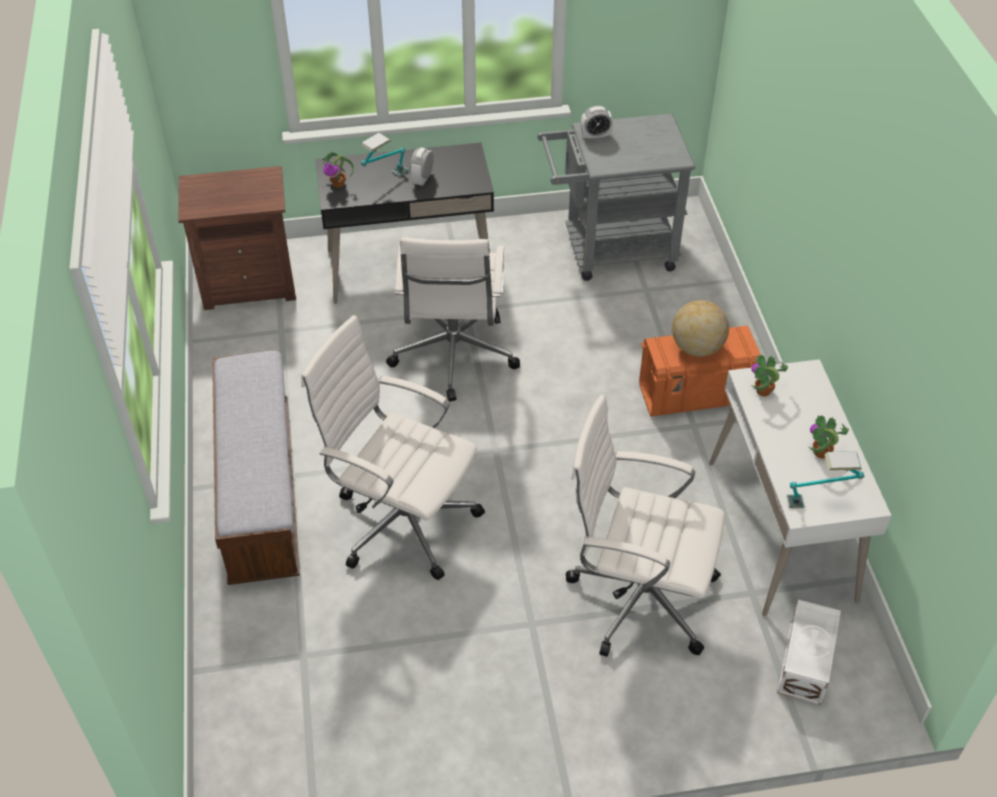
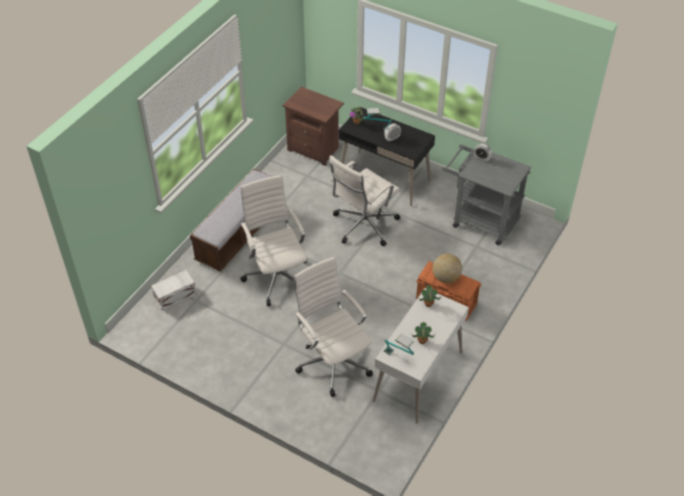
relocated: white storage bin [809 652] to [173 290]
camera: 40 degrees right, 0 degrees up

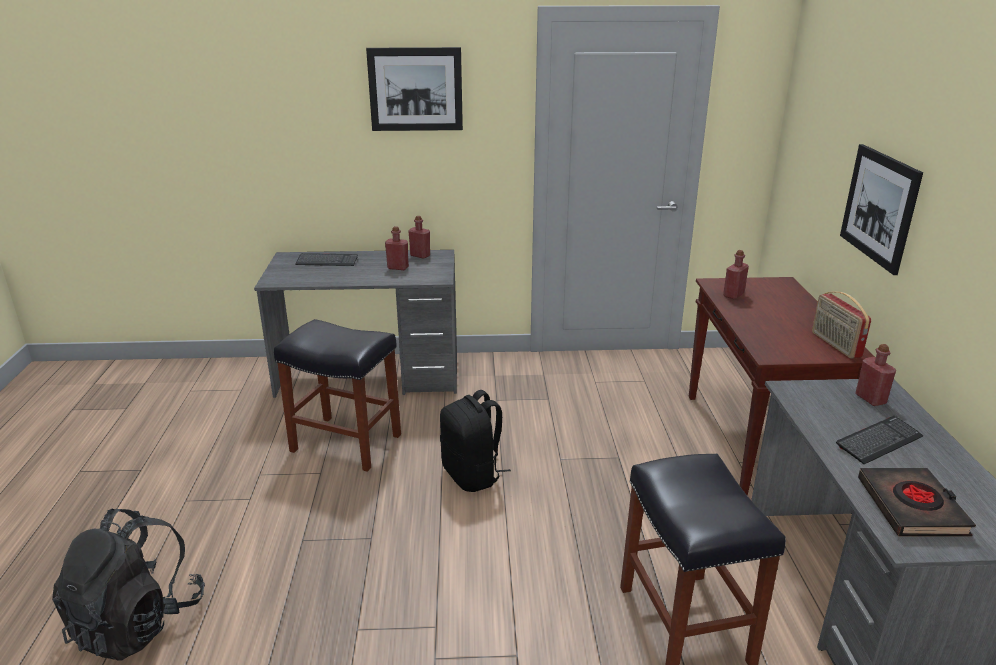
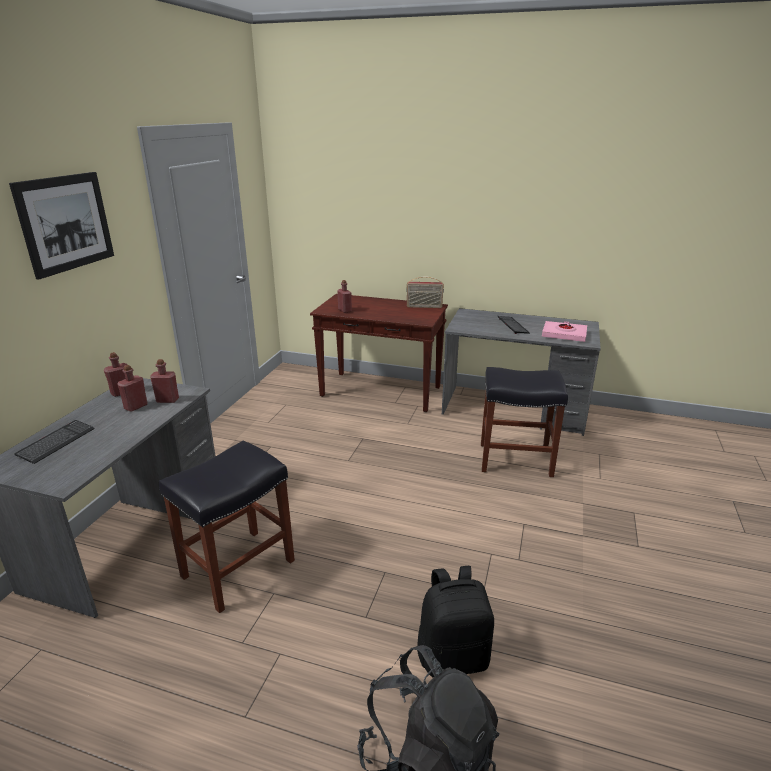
missing: picture [881 209]
relocated: reddish bottle [875 375] to [164 381]; black rucksack [475 441] to [455 622]
colour: black volume [917 502] to pinkish volume [564 331]
camera: 70 degrees left, 0 degrees up

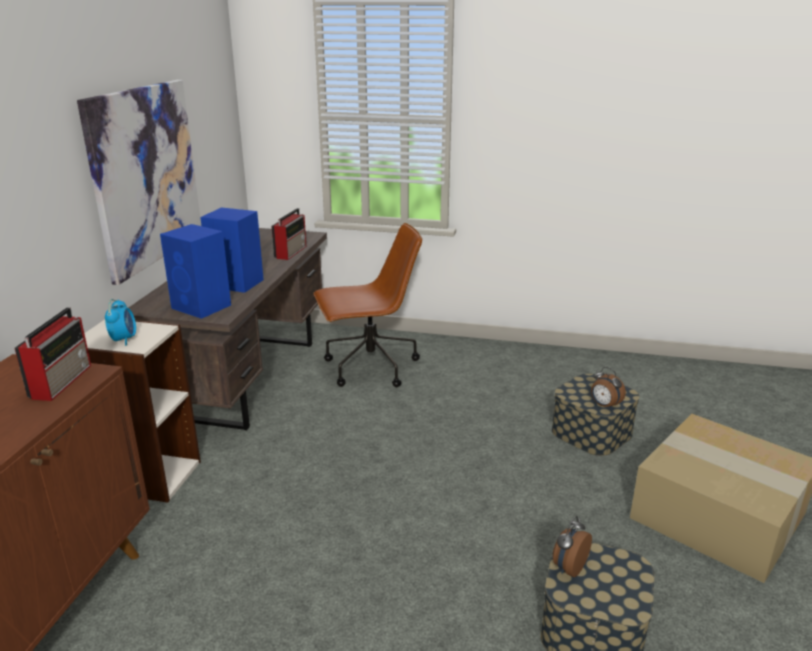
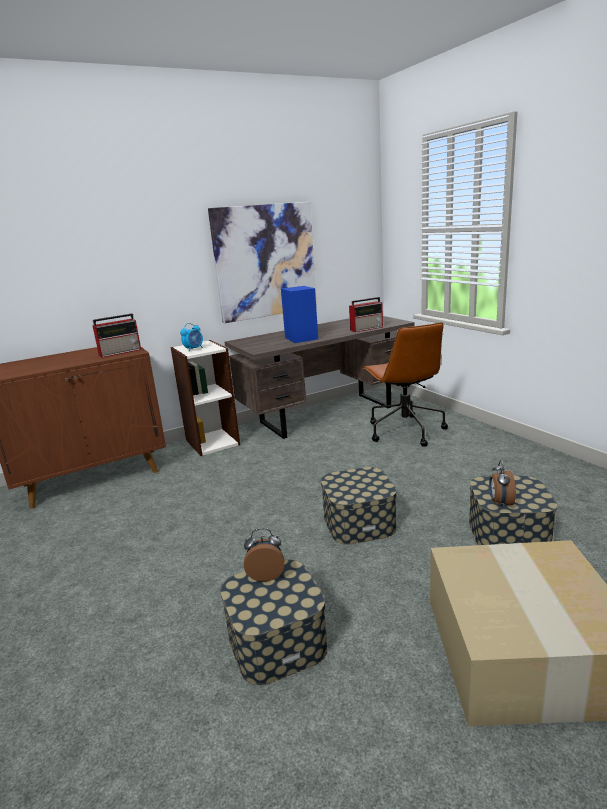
missing: bluish audio speaker [195 271]
appeared: storage bin [359 505]
spun: brown-coloured office chair [367 305] = [405 384] 45 degrees clockwise
camera: 50 degrees right, 5 degrees down

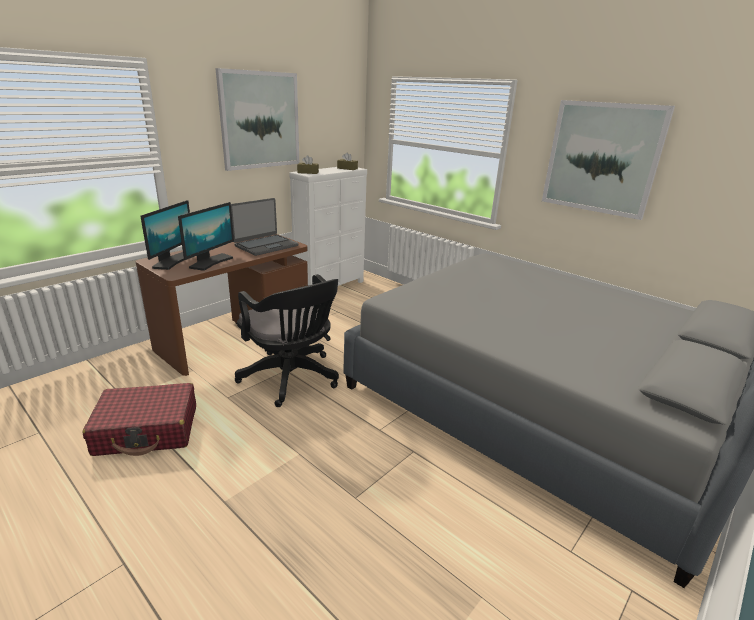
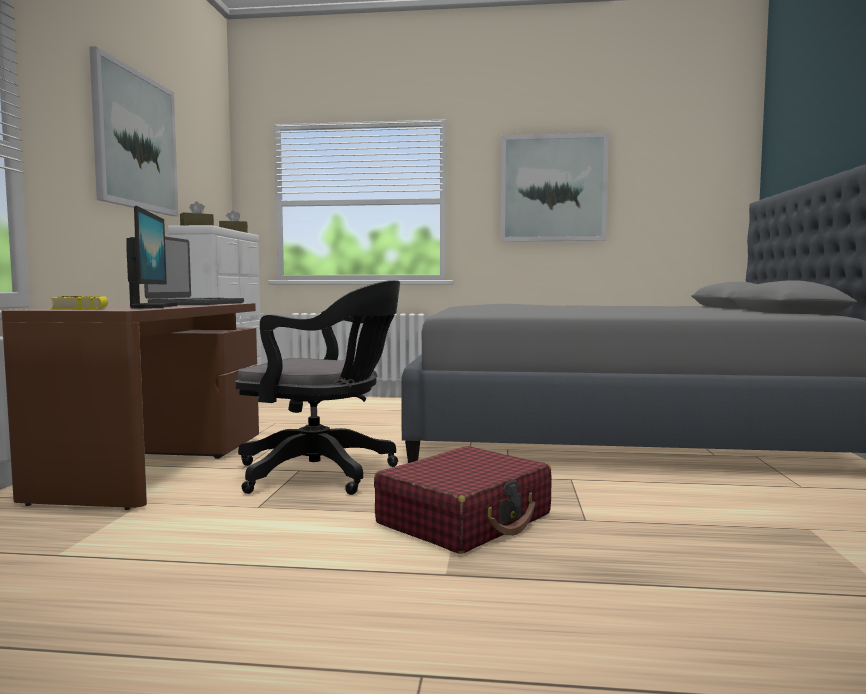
relocated: reddish suitcase [139 419] to [463 500]
exchanged: computer display [167 235] to yellow-coloured volume [79 302]
camera: 35 degrees left, 20 degrees down

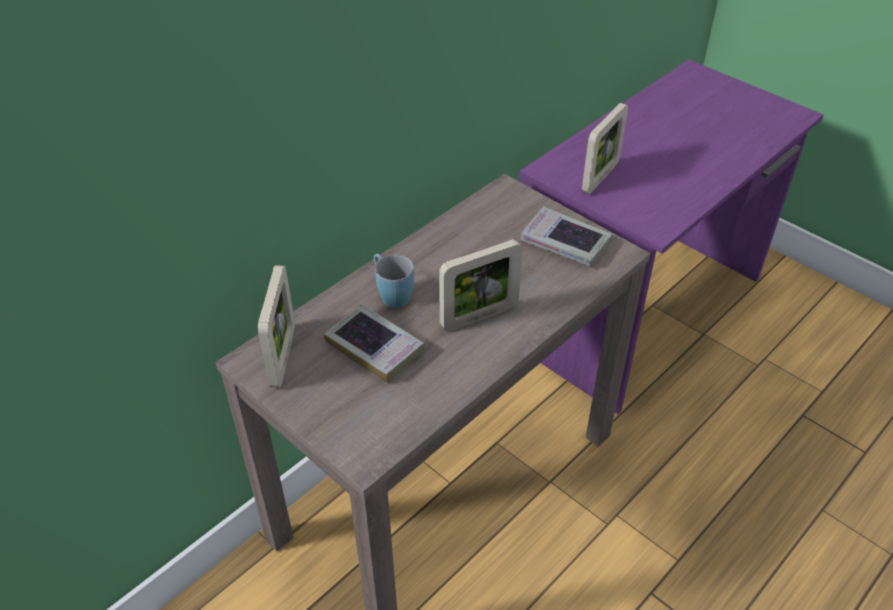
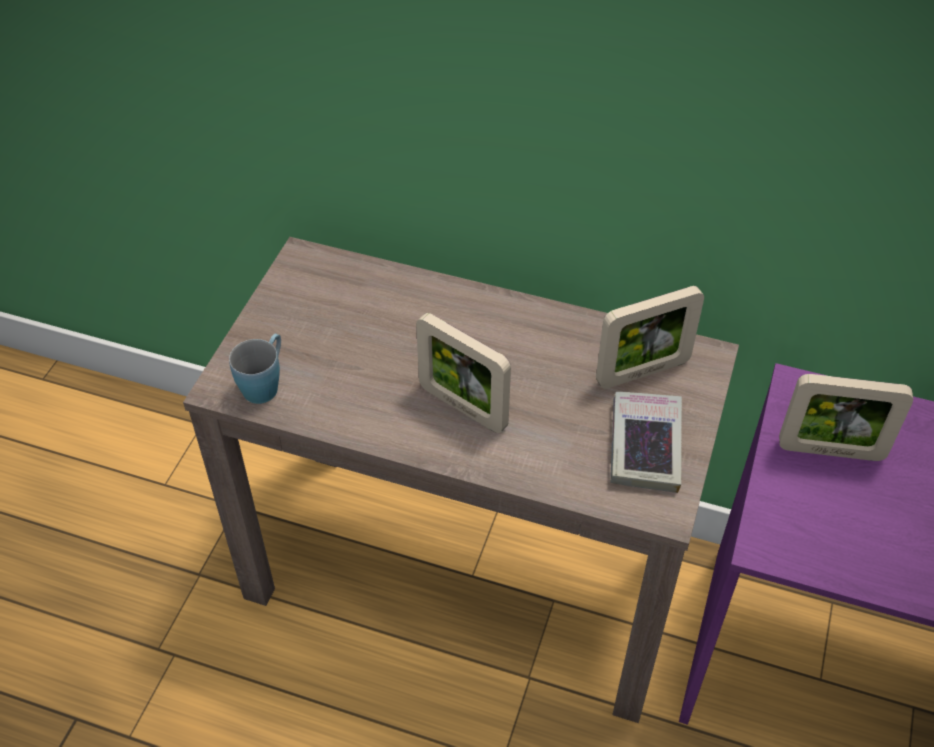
missing: volume [374 344]
relocated: bluish coffee mug [394 281] to [255 369]; picture frame [276 326] to [650 337]
camera: 65 degrees right, 5 degrees up

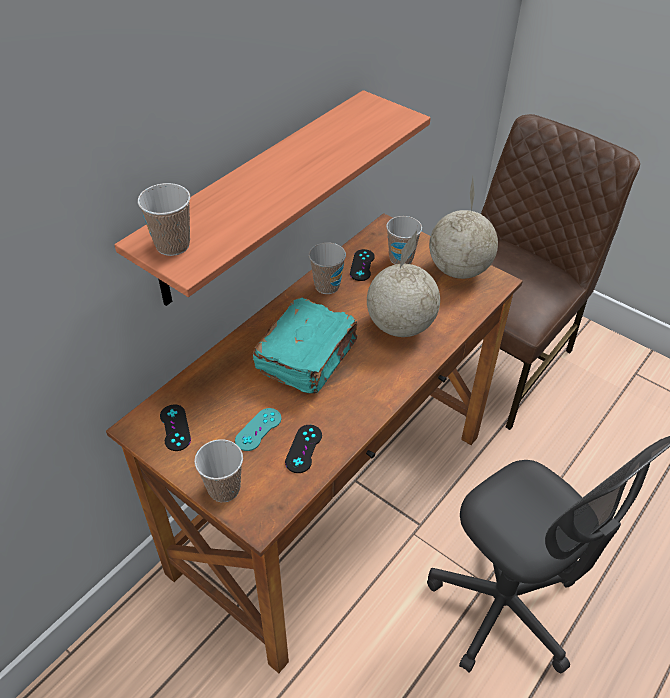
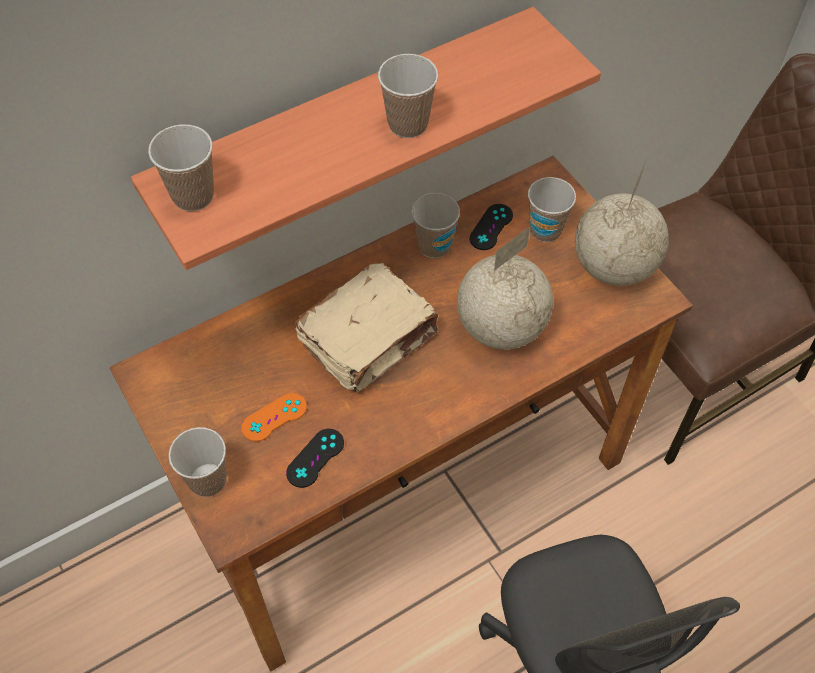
missing: black game controller [175 427]
appeared: drinking cup [408 96]
colour: turquoise-coloured volume [305 345] to beige volume [367 327]; turquoise-coloured game controller [258 429] to orange-coloured game controller [274 417]
camera: 20 degrees right, 10 degrees up

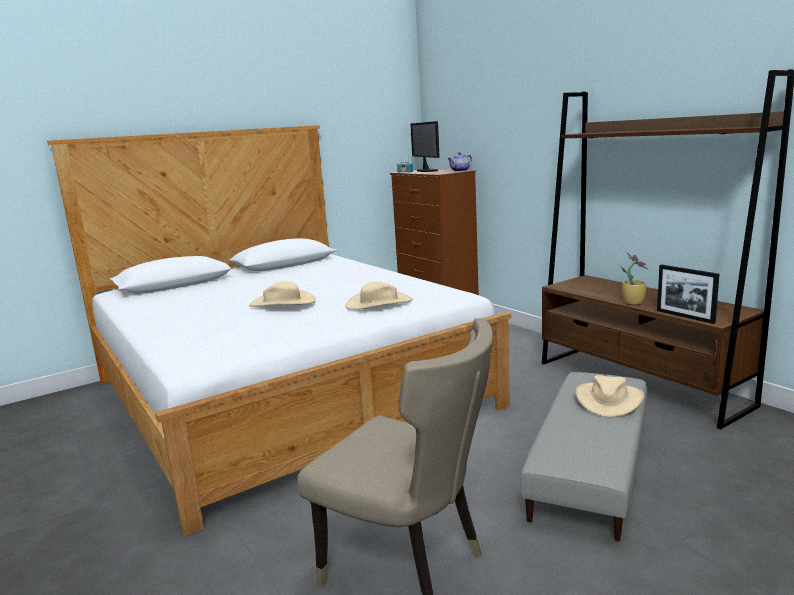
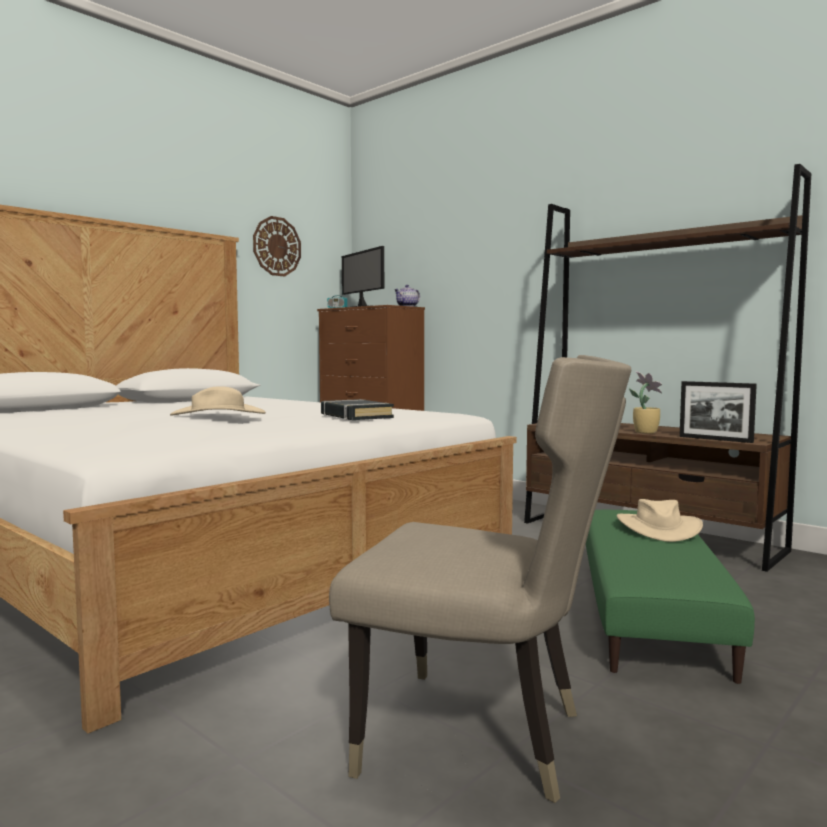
appeared: hanging clock [277 246]
exchanged: beige hat [379 296] to black volume [357 409]
colour: gray pouffe [583 456] to green-coloured pouffe [670 597]
camera: 15 degrees left, 10 degrees down

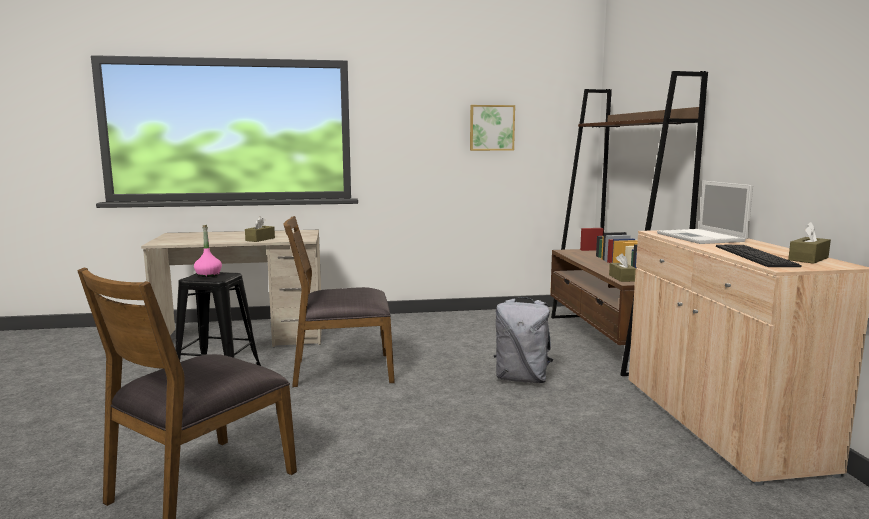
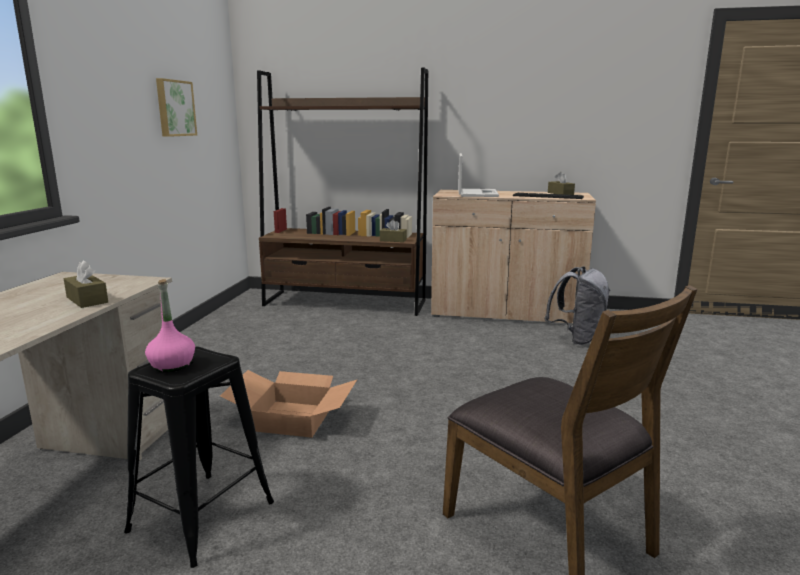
relocated: gray rucksack [523 340] to [577 305]
exchanged: brown-coloured chair [339 301] to carton [288 404]
spun: notebook computer [705 212] = [478 175] 90 degrees counterclockwise
camera: 70 degrees left, 5 degrees up

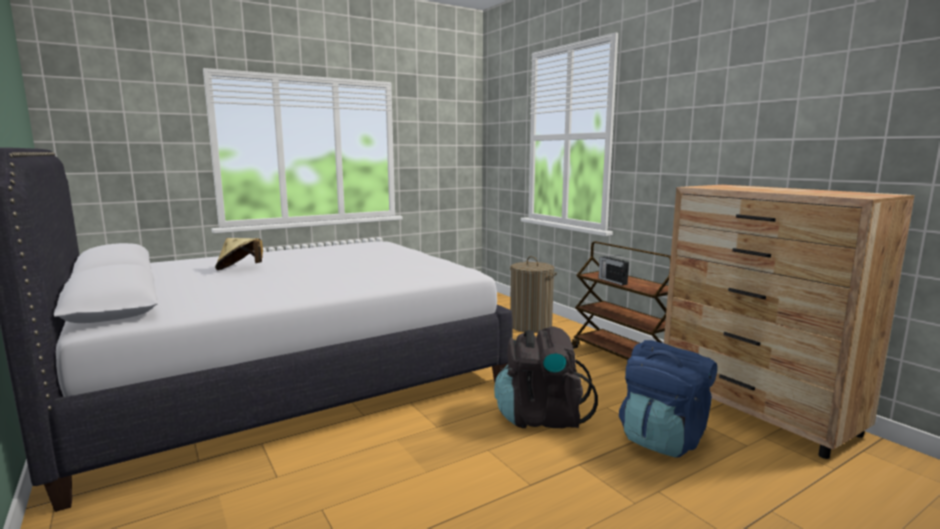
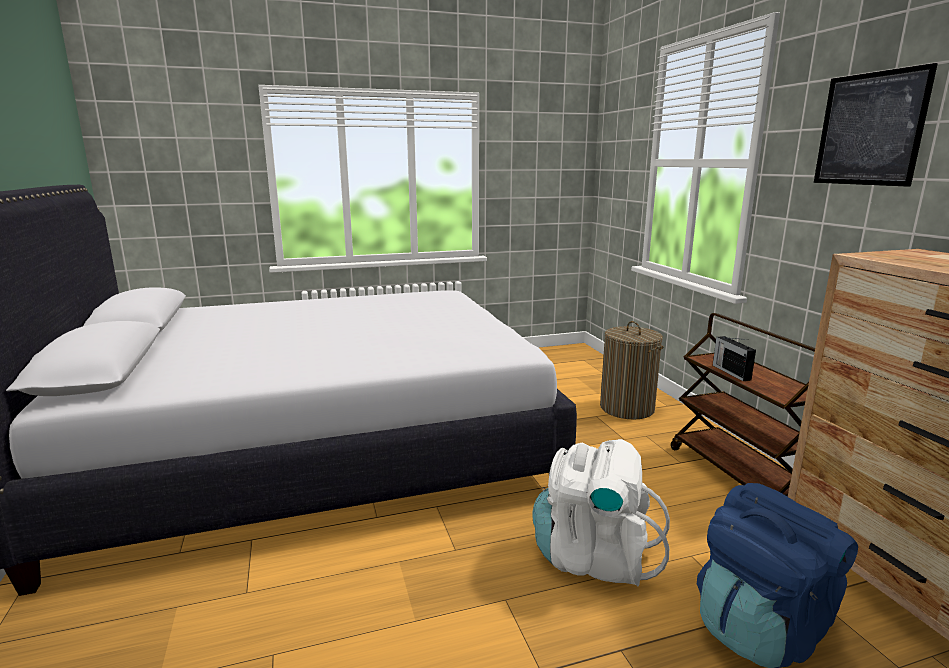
missing: beige hat [239 254]
appeared: picture [876 125]
colour: black rucksack [546 377] to white rucksack [601 512]
camera: 15 degrees right, 5 degrees up

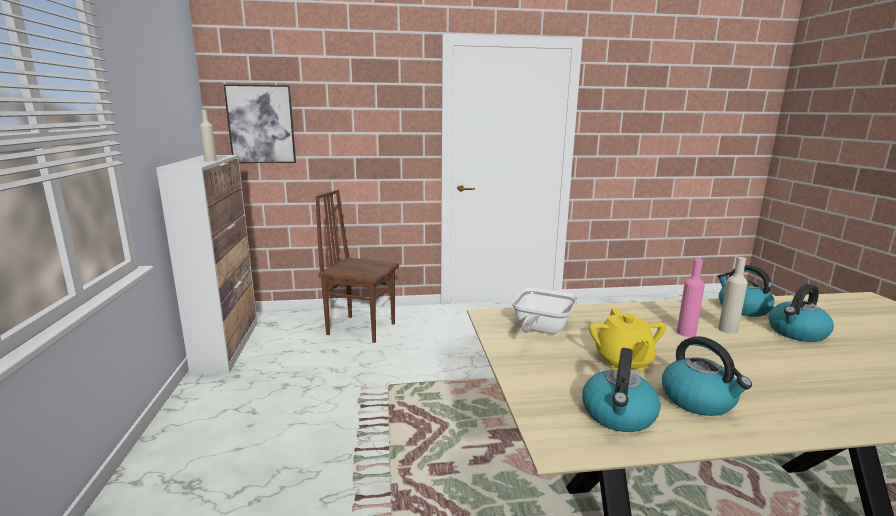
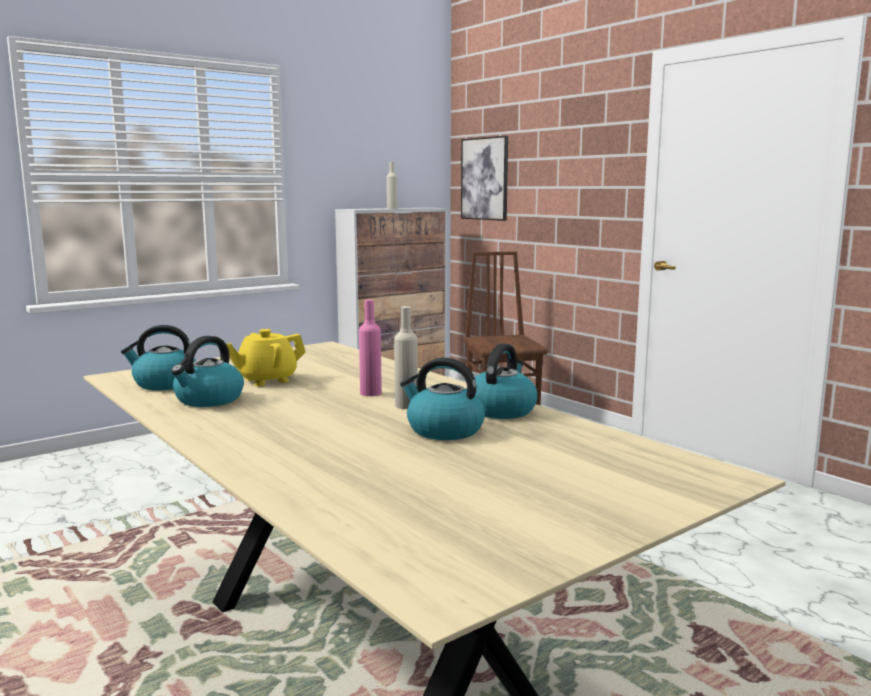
missing: skillet [544 310]
camera: 60 degrees right, 5 degrees down

